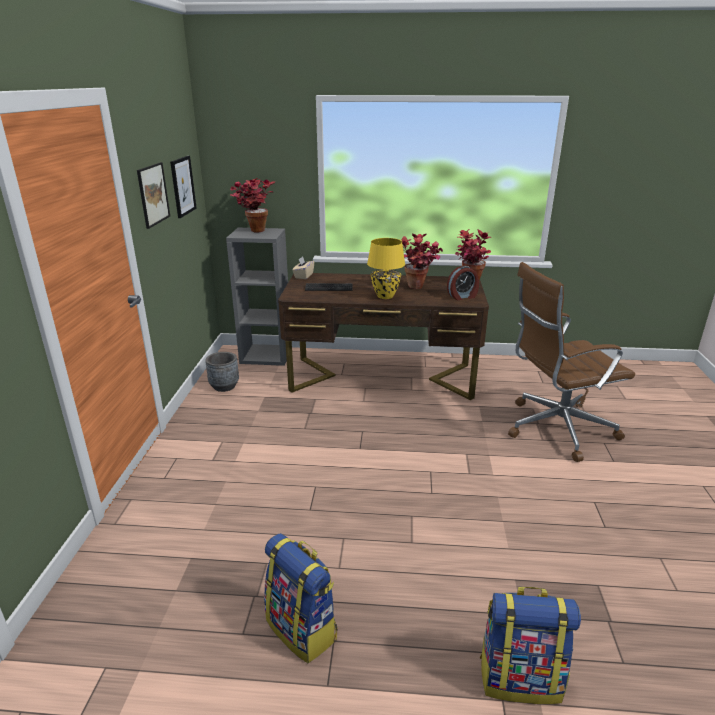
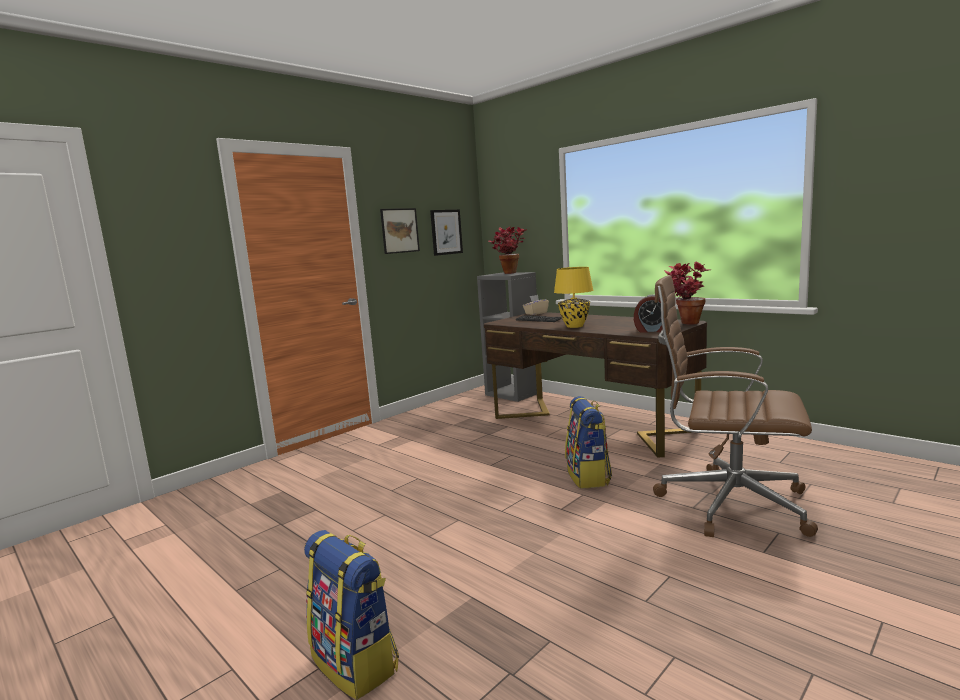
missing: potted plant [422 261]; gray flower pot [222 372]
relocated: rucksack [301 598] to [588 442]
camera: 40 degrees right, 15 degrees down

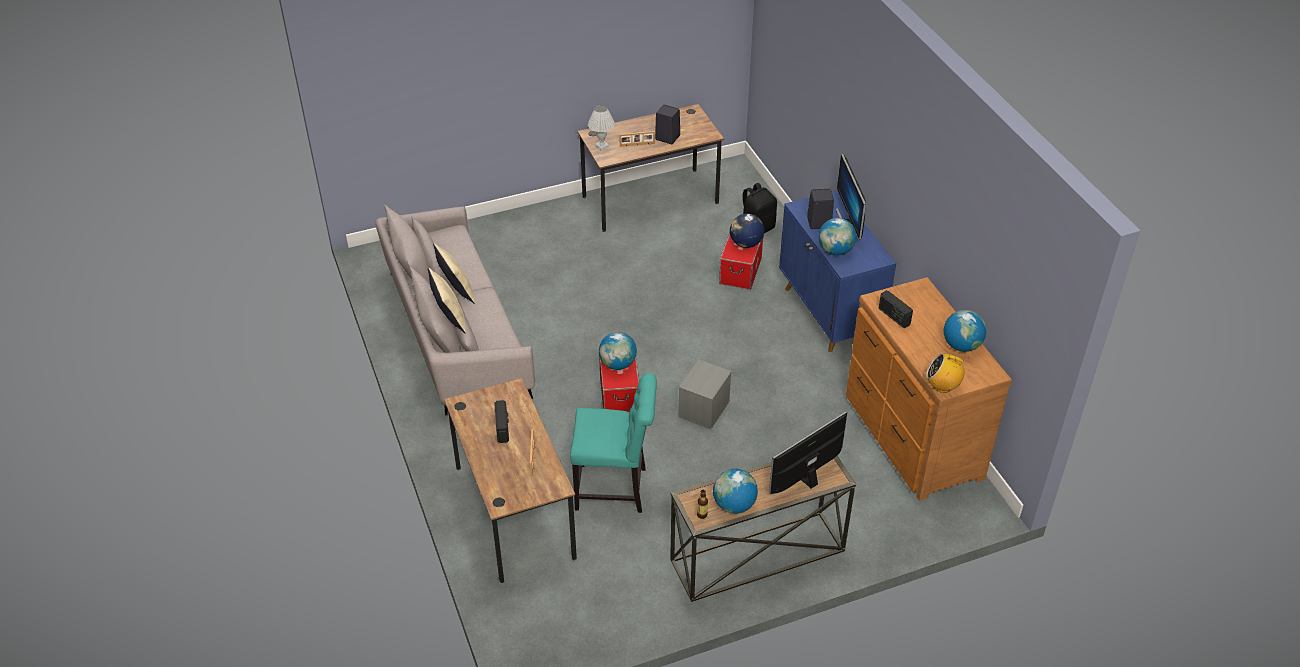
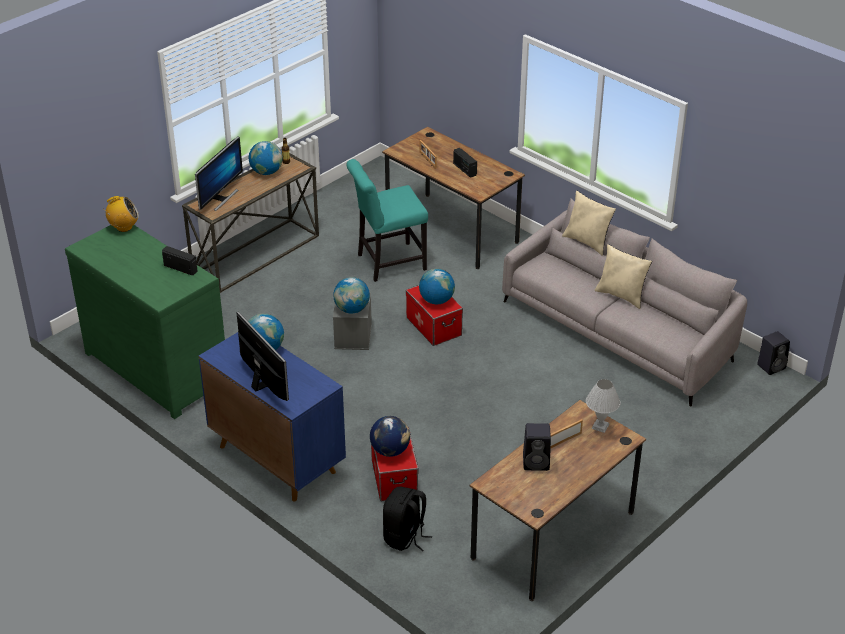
relocated: black audio speaker [820 209] to [773 353]; desk globe [965 331] to [351 295]
colour: brown-coloured drawer chest [929 389] to green-coloured drawer chest [145 322]
camera: 155 degrees right, 5 degrees down

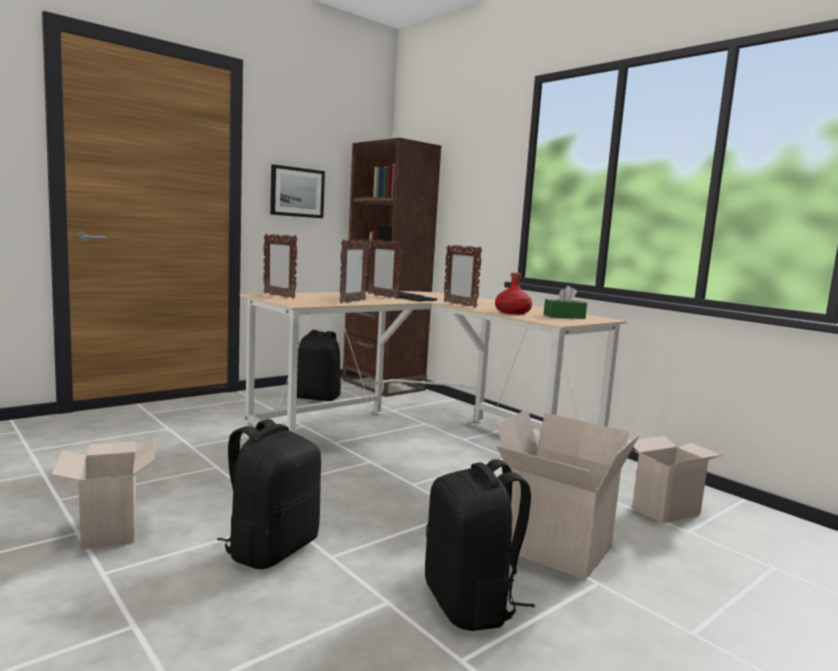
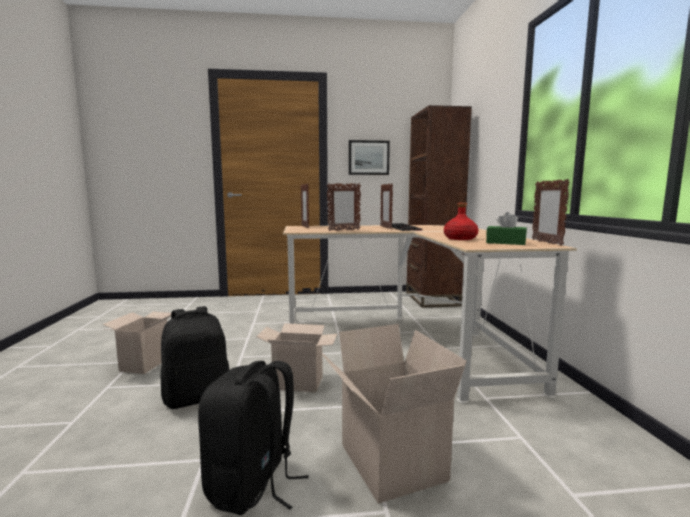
missing: black rucksack [319 365]
relocated: picture frame [462 276] to [551 212]; carton [674 479] to [296 357]
camera: 35 degrees right, 0 degrees up

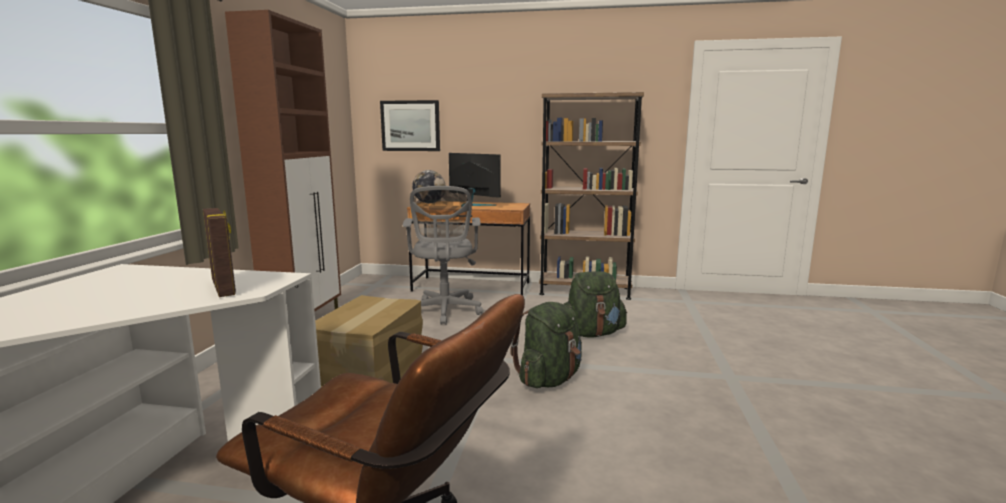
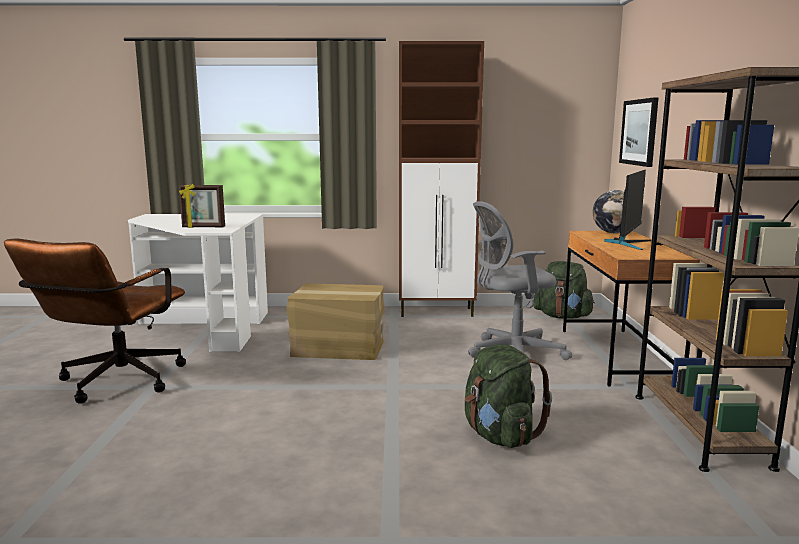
relocated: green-coloured rucksack [546 345] to [564 290]
spun: picture frame [219 252] = [202 206] 45 degrees clockwise
camera: 80 degrees right, 0 degrees up

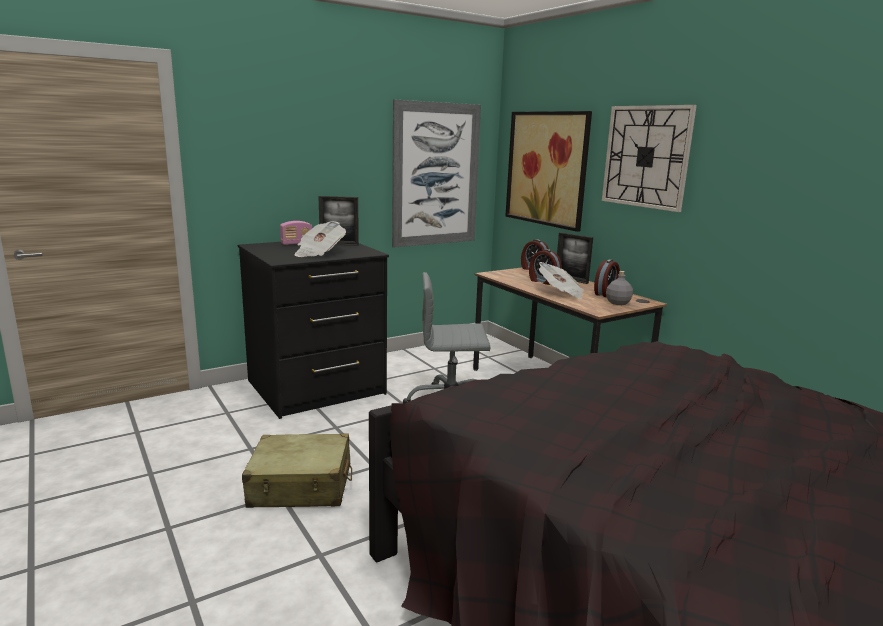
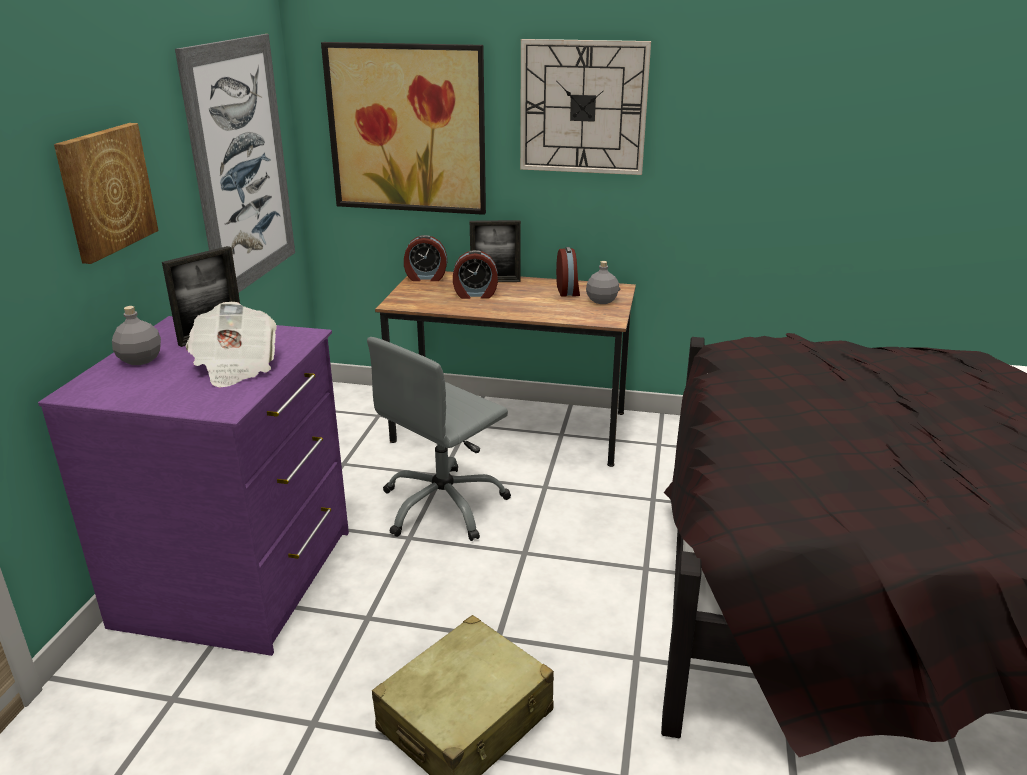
missing: daily paper [561 280]
appeared: picture [106 193]
exchanged: radio set [296 233] to gray bottle [136 335]
colour: black drawer chest [313 330] to purple drawer chest [193 486]
camera: 45 degrees left, 10 degrees up

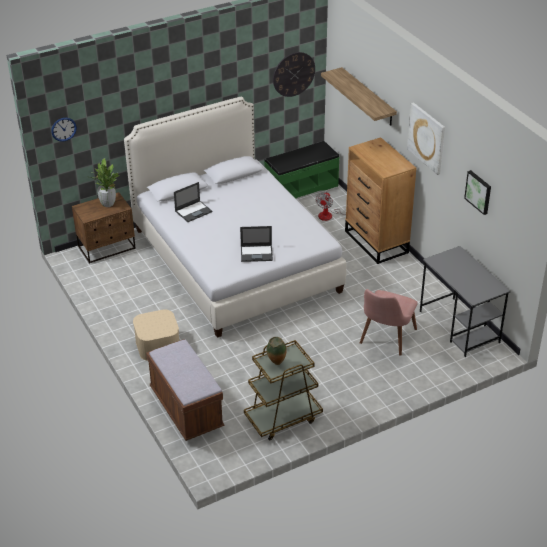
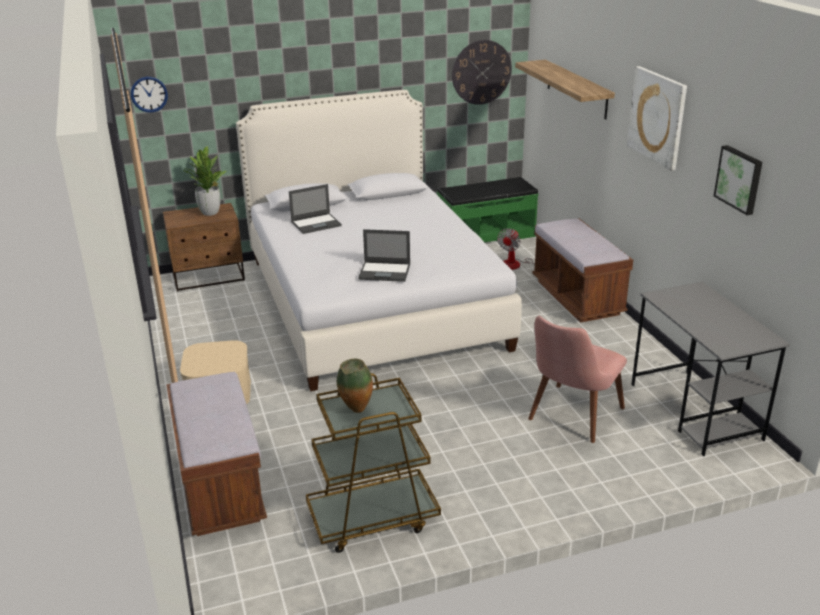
exchanged: brown-coloured drawer chest [380 200] to brown-coloured indoor bench [582 271]
camera: 10 degrees right, 10 degrees down

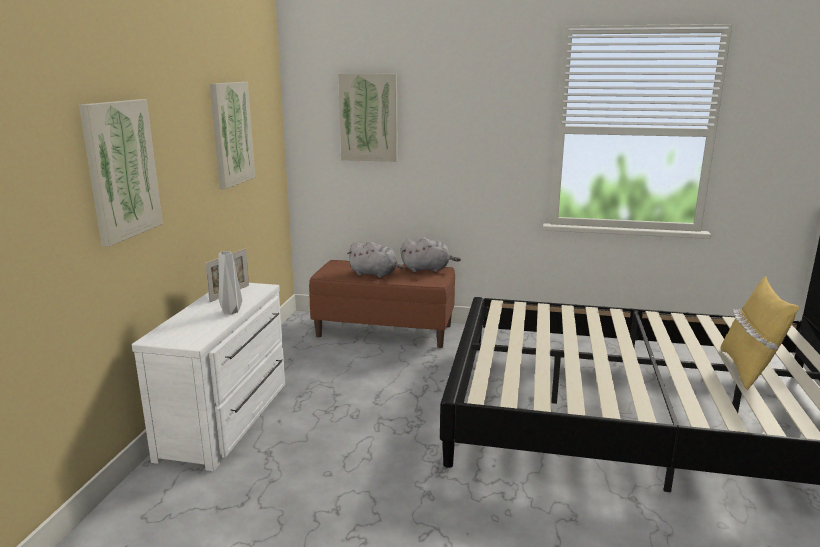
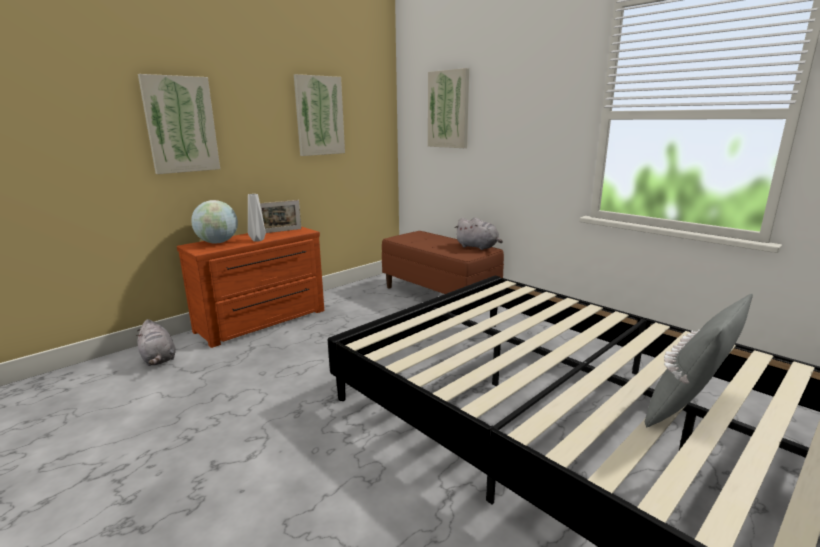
appeared: desk globe [214 222]
relocated: gray plush toy [375 259] to [156 342]
colour: yellow-coloured throw pillow [759 333] to gray throw pillow [699 360]; white drawer chest [208 377] to brown-coloured drawer chest [250 287]
camera: 35 degrees right, 0 degrees up

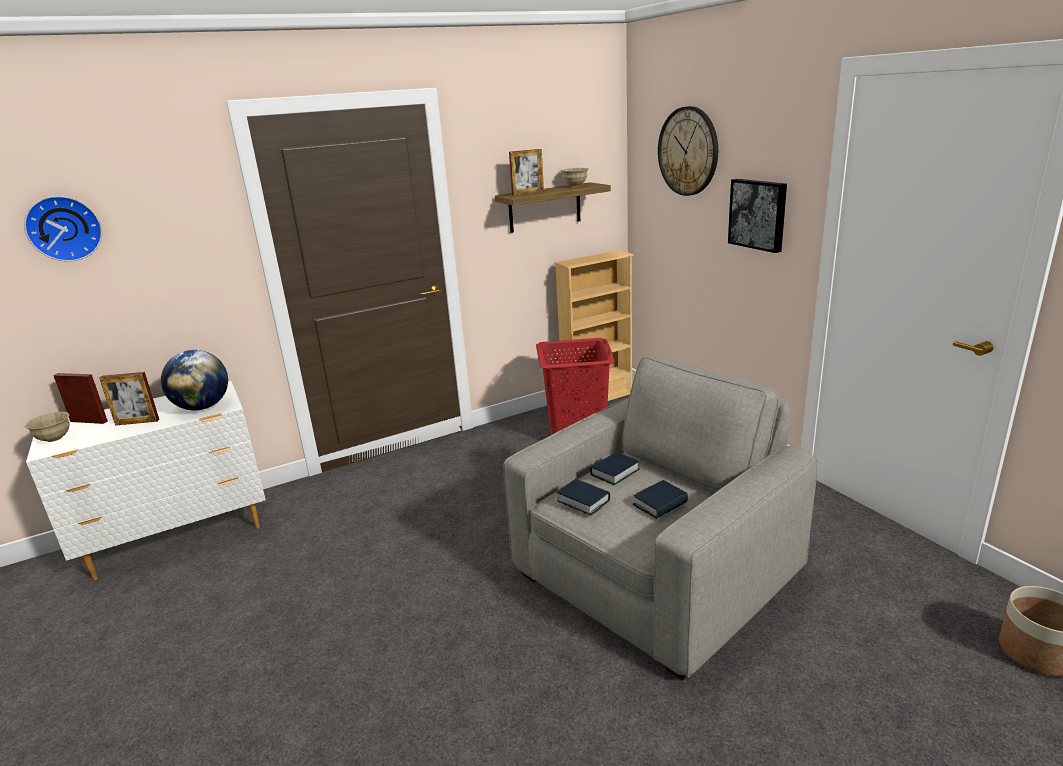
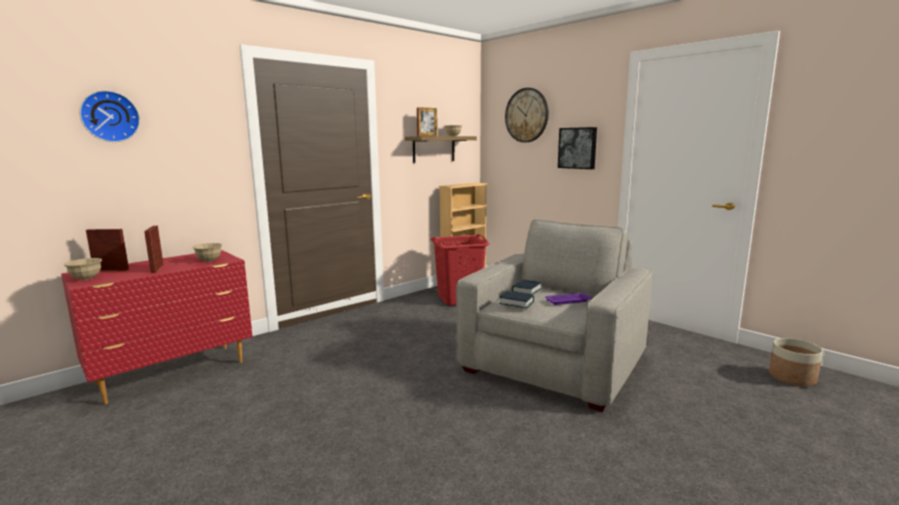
exchanged: desk globe [194 380] to beige serving bowl [207 252]; volume [660 499] to purple serving tray [568 298]
colour: white drawer chest [146 480] to reddish drawer chest [157 327]
spun: picture frame [129 399] = [154 249] 90 degrees clockwise
camera: 15 degrees left, 10 degrees down

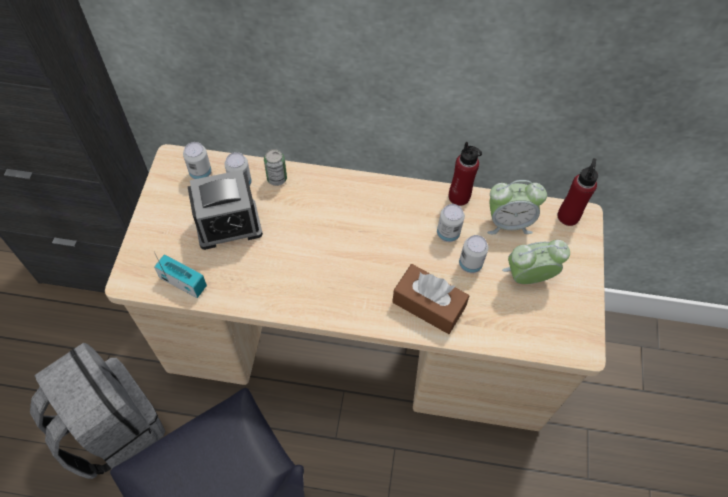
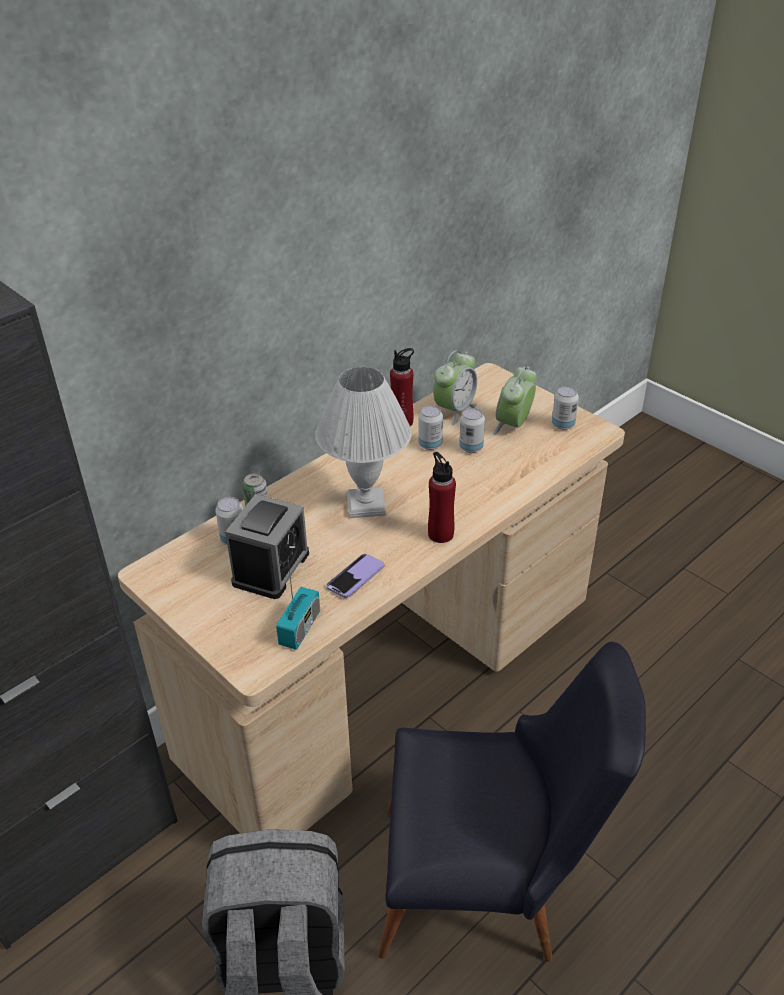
missing: brown-coloured tissue holder [430 299]
appeared: white lamp for a table [363 442]; telephone [355 576]
relocated: can [197 160] to [565 408]; reddish bottle [578 192] to [442 497]
spun: radio set [180 274] = [298 605] 135 degrees clockwise
camera: 50 degrees left, 20 degrees down

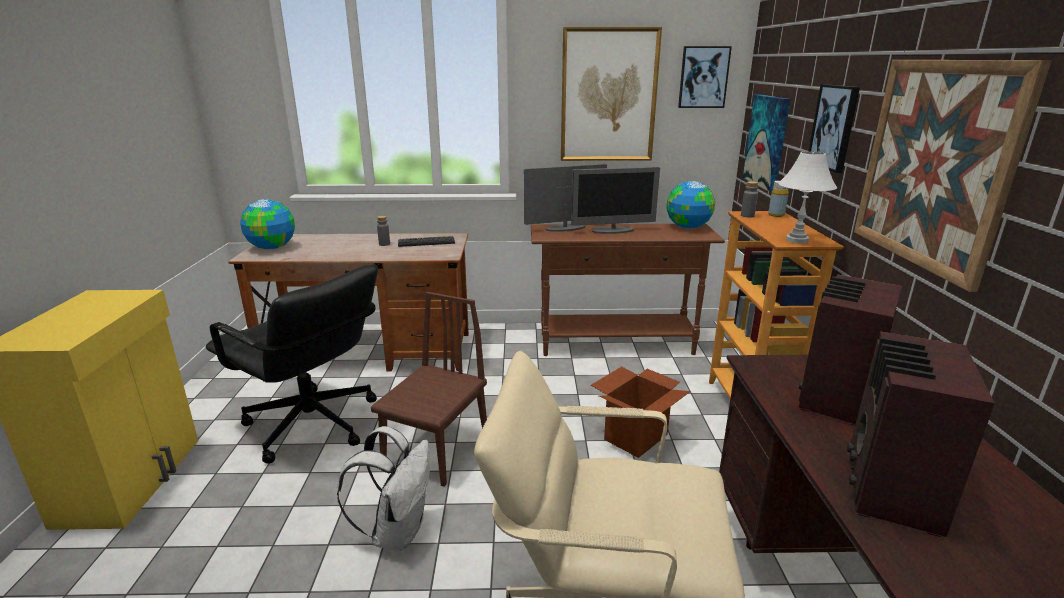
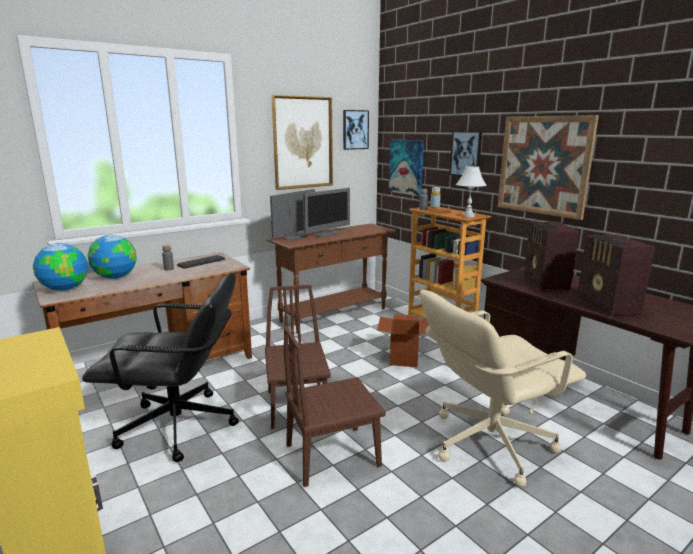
relocated: desk globe [690 205] to [112 257]
exchanged: white rucksack [383 488] to brown-coloured chair [335 406]
camera: 35 degrees left, 5 degrees down

